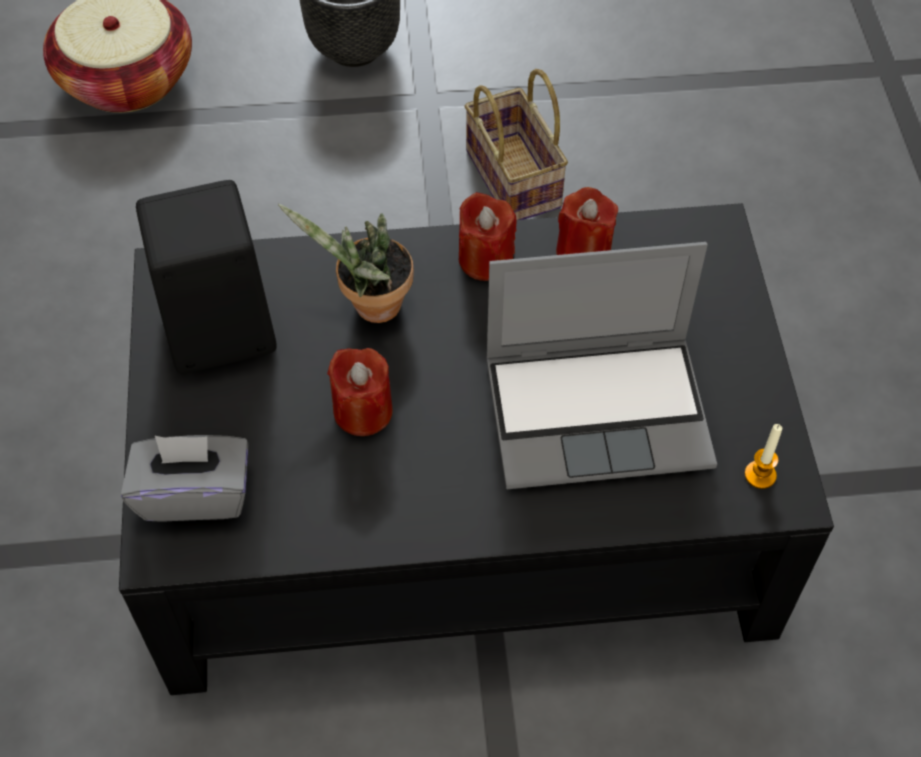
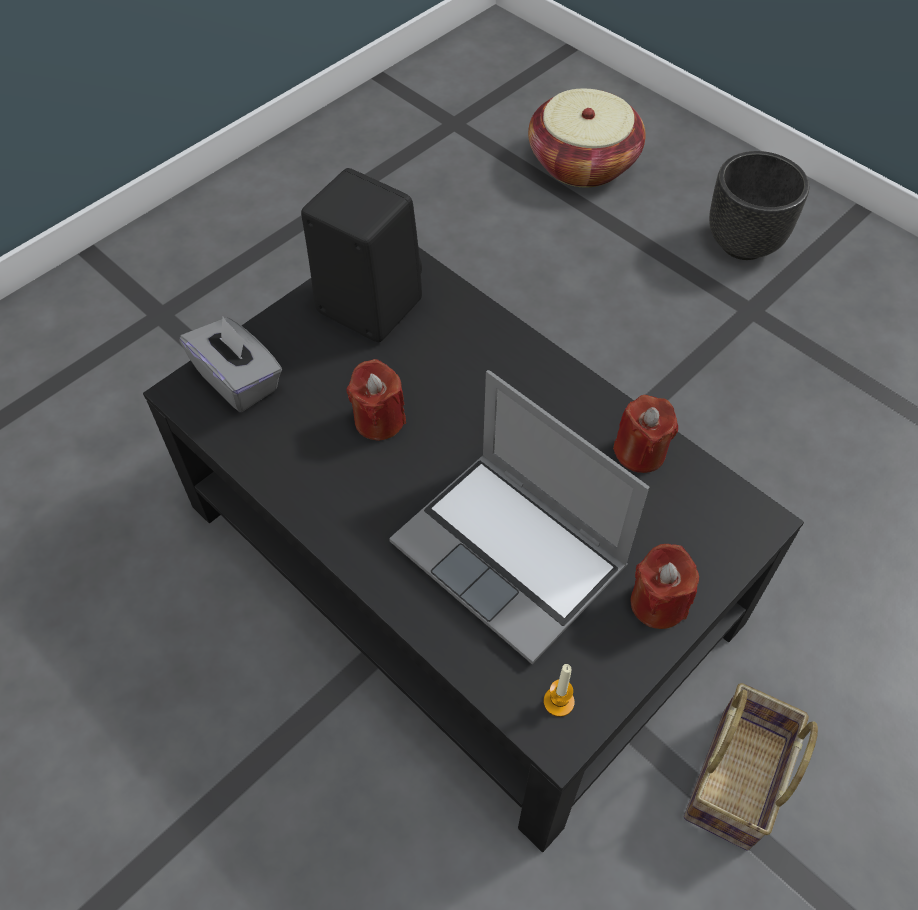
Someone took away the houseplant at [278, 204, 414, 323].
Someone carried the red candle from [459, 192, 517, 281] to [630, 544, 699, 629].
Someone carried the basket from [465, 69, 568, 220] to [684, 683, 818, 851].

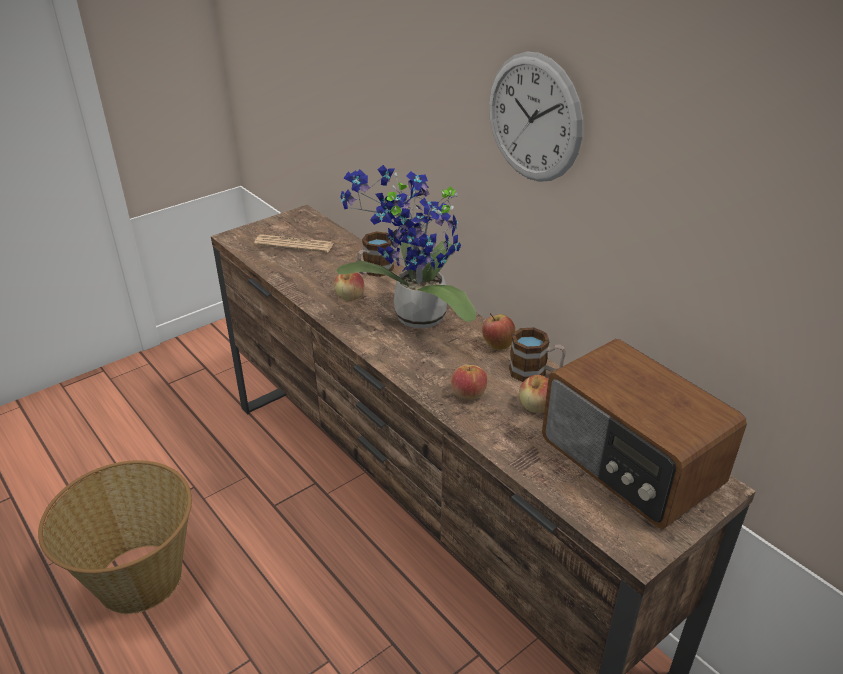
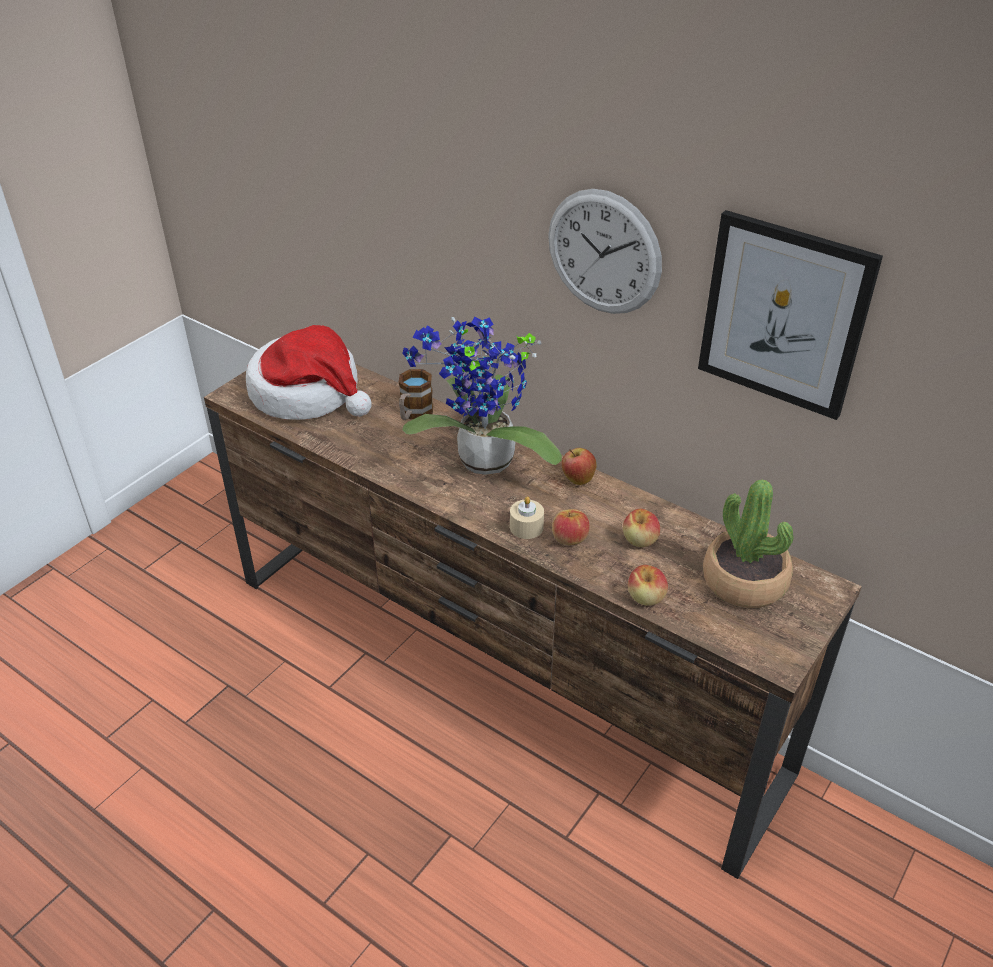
Someone took away the basket at [38, 460, 192, 614].
Someone took away the mug at [509, 328, 566, 382].
Someone put down the sand-coloured candle at [510, 496, 544, 539].
Someone put up the wall picture at [698, 210, 883, 420].
Someone carried the apple from [334, 272, 365, 301] to [628, 565, 668, 606].
Someone swapped the printed paper at [254, 234, 333, 253] for the clothing hat at [246, 325, 372, 420].
Someone swapped the radio at [542, 339, 747, 529] for the houseplant at [703, 479, 794, 608].

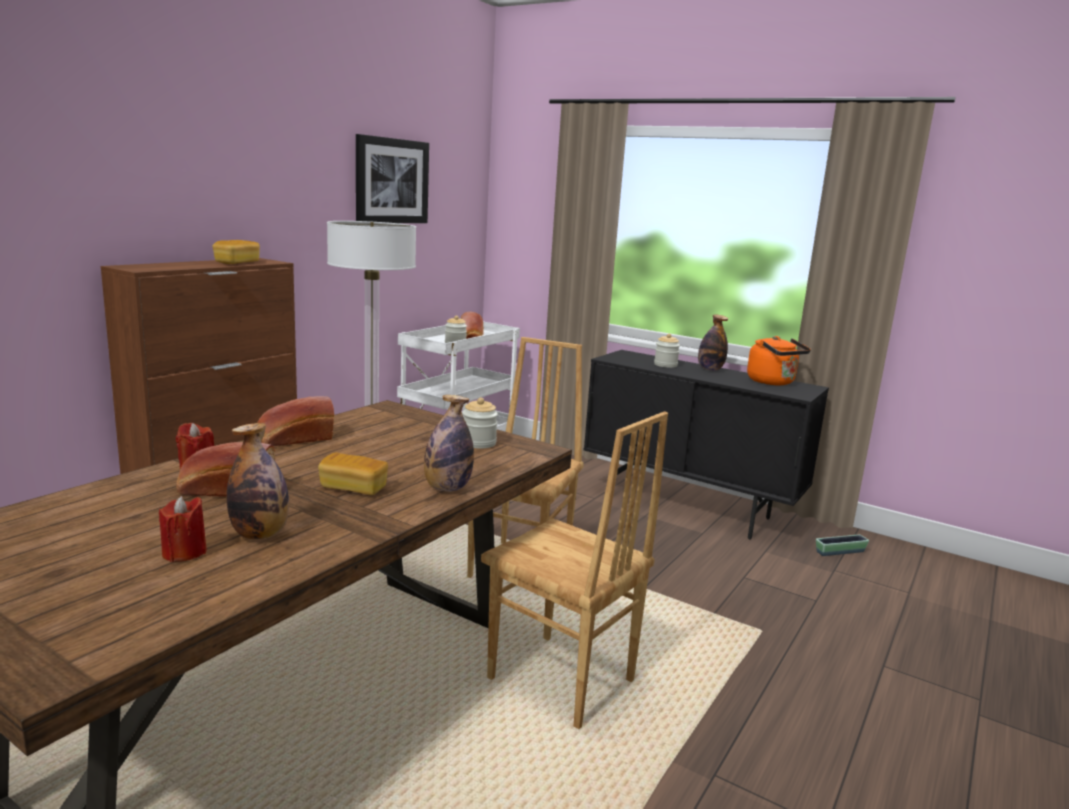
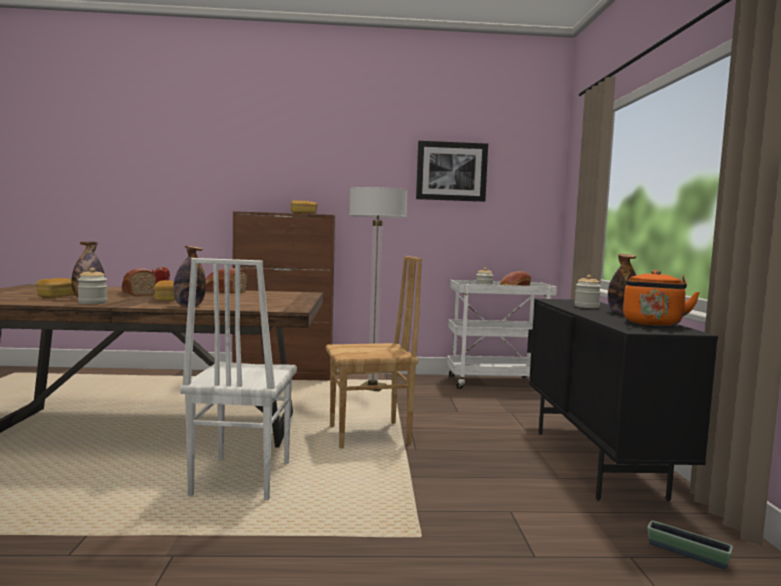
Someone carried the storage jar from [463, 398, 498, 449] to [77, 268, 108, 305].
Someone swapped the red candle at [159, 496, 207, 562] for the bread at [36, 278, 75, 298].
Someone repainted the brown-coloured chair at [481, 411, 668, 729], which became the white-coloured chair at [180, 258, 297, 500].

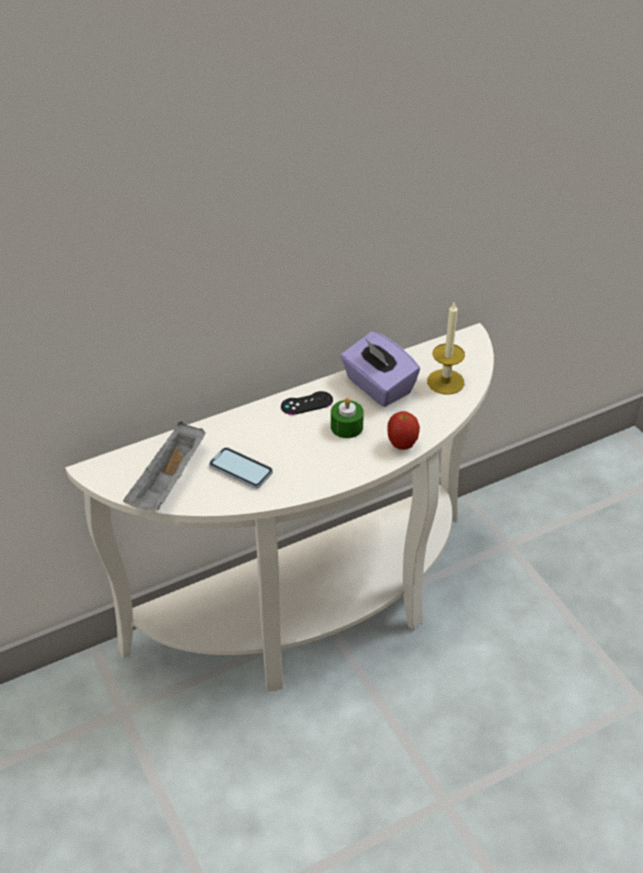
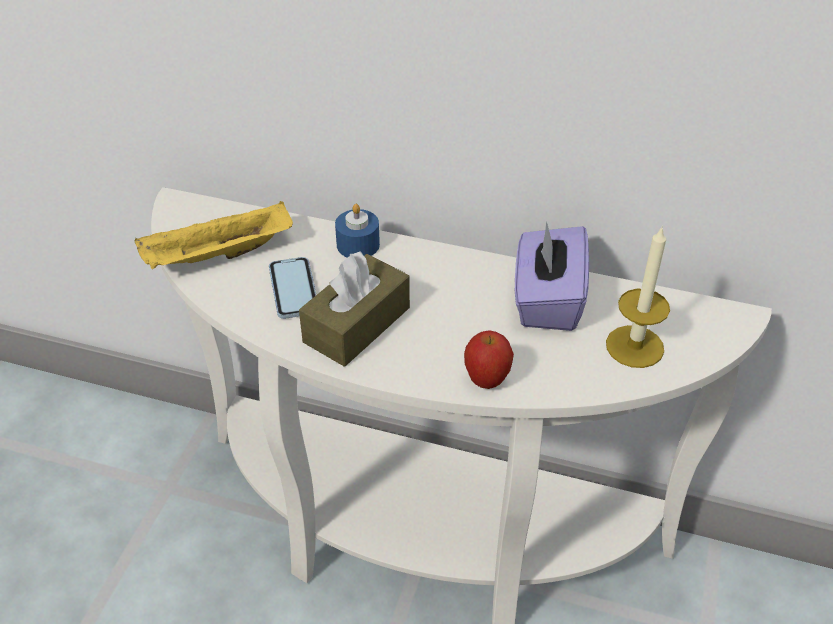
Someone took away the black game controller at [281, 391, 333, 415].
Someone took away the greenish candle at [331, 398, 364, 438].
Someone put down the brown-coloured tissue holder at [299, 252, 410, 367].
Someone put down the bluish candle at [335, 204, 380, 258].
Someone repainted the gray serving tray at [123, 422, 205, 510], which became the yellow serving tray at [135, 201, 293, 269].

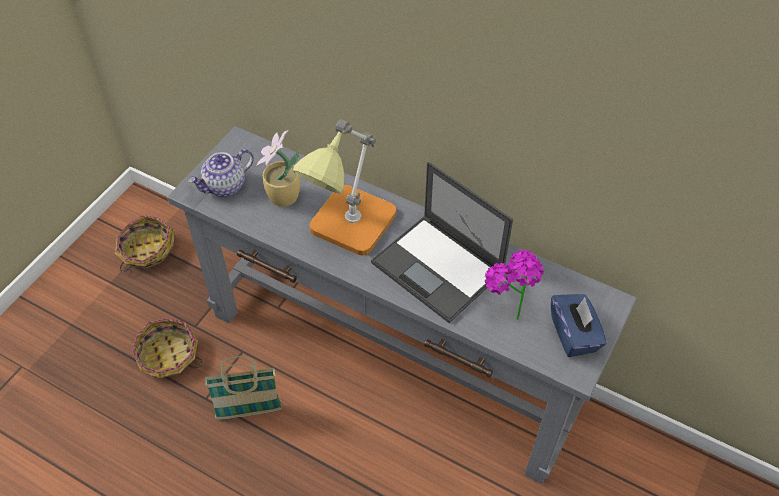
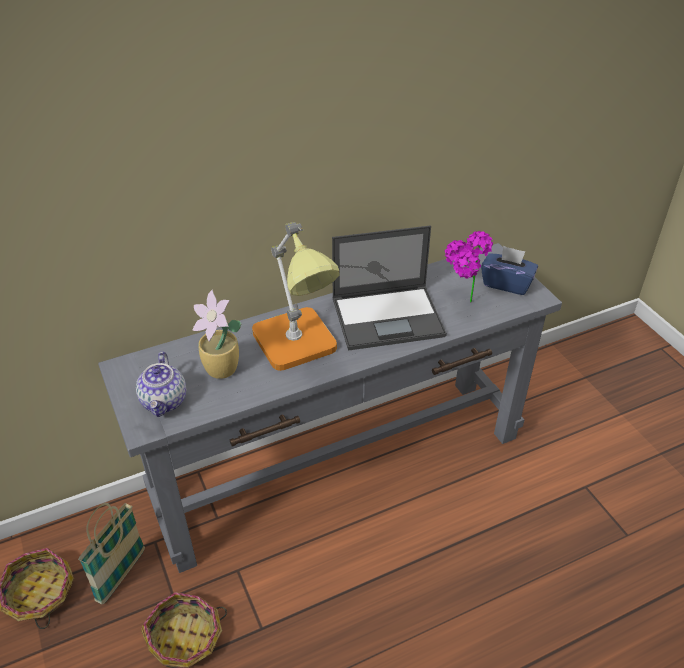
Someone carried the basket from [205, 356, 282, 420] to [78, 503, 145, 604].

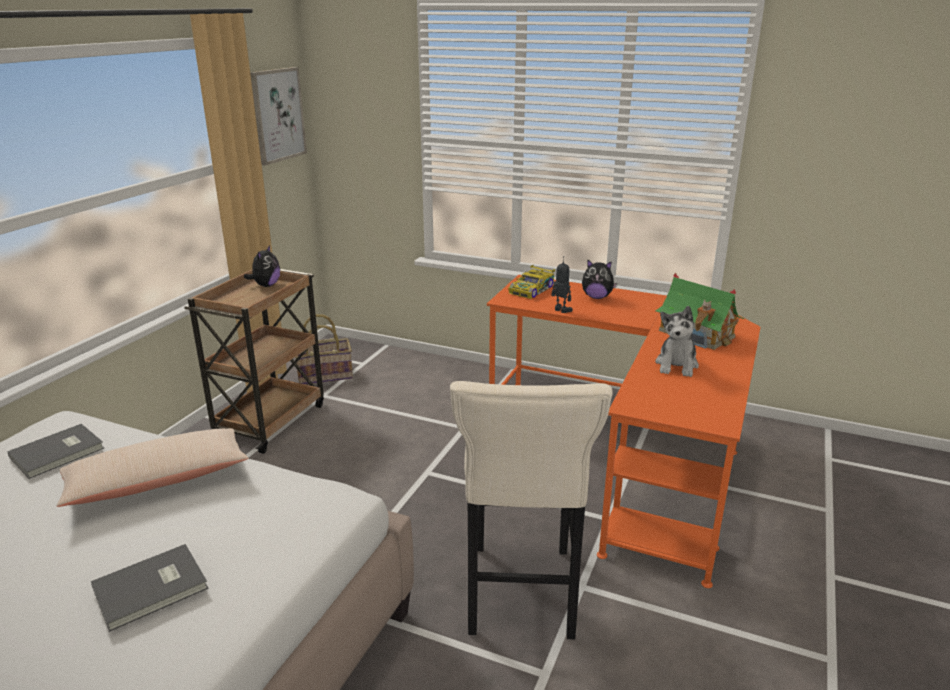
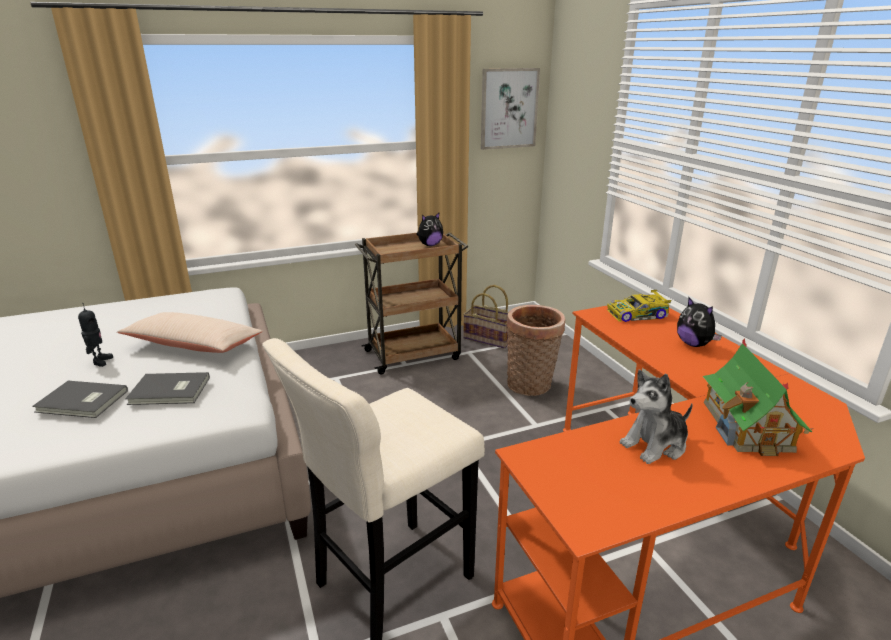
Someone put down the basket at [506, 305, 565, 396].
Someone carried the gray volume from [7, 424, 104, 479] to [125, 372, 210, 405].
Someone carried the robot figure from [551, 256, 573, 313] to [78, 303, 113, 367].

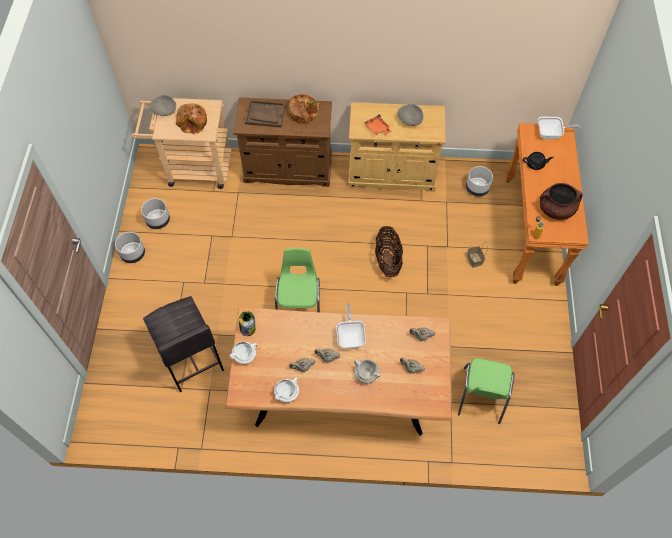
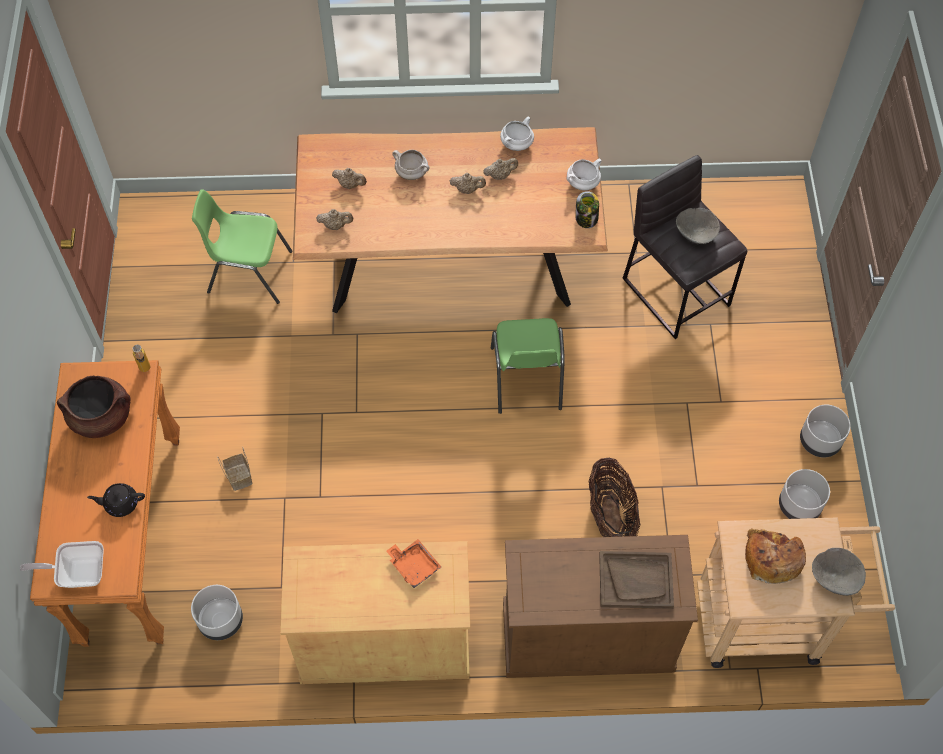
Someone took away the bread at [288, 94, 319, 123].
Someone took away the frying pan at [336, 303, 366, 349].
Someone carried the basket from [375, 226, 403, 277] to [588, 458, 640, 537].
Someone carried the gray deep dish from [397, 104, 424, 126] to [676, 208, 720, 244].
Someone rotated the greenish chair at [458, 358, 515, 424] by 90 degrees counterclockwise.

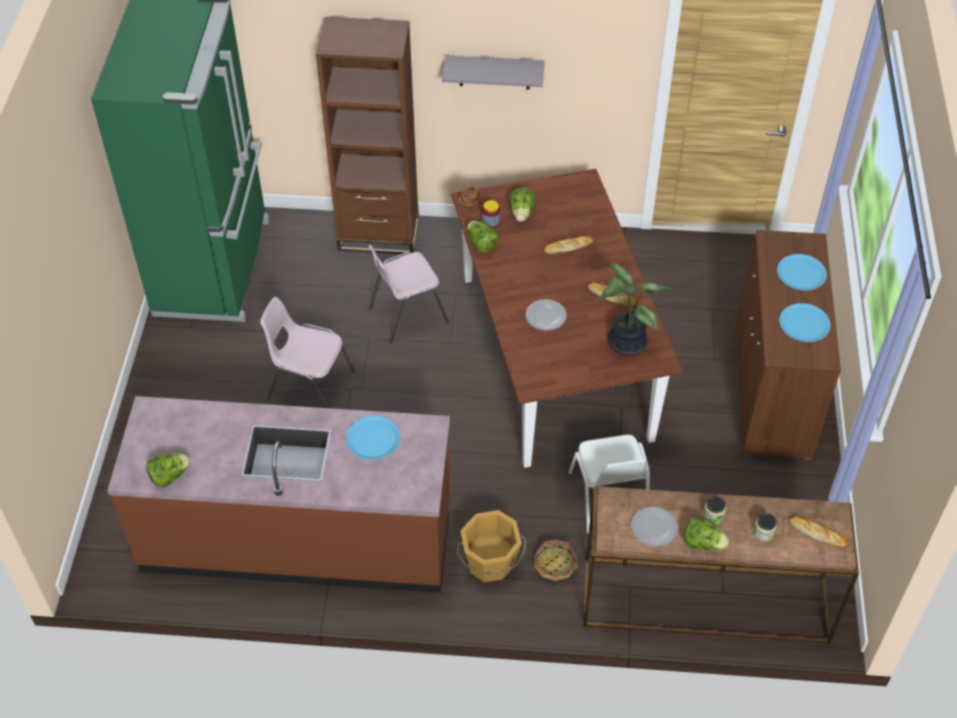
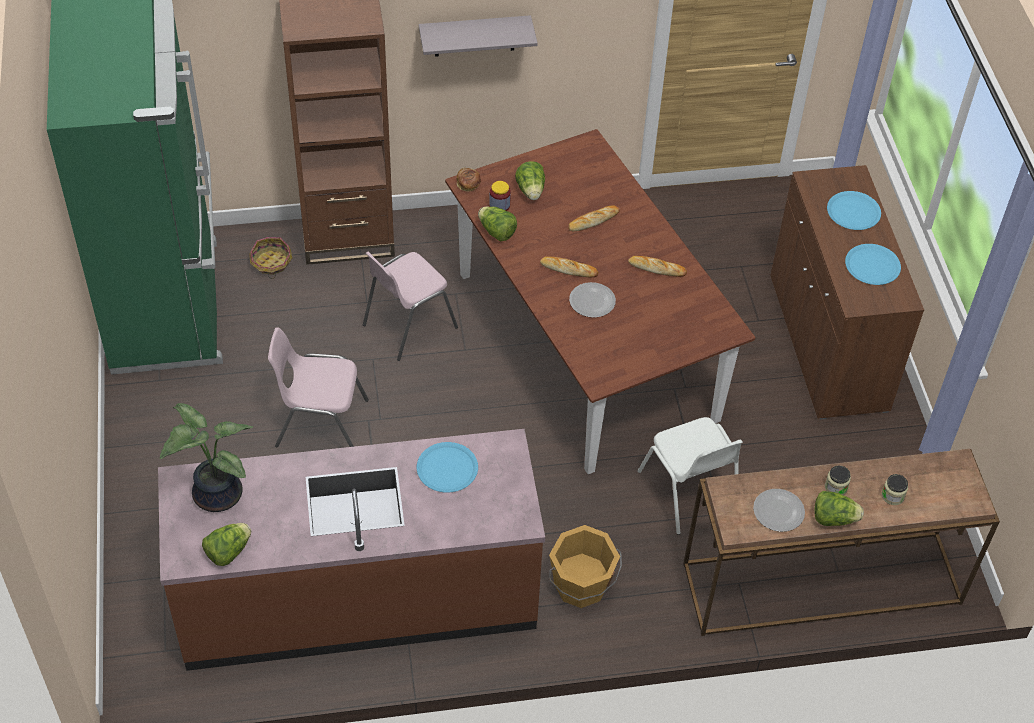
Someone carried the basket from [534, 540, 578, 587] to [249, 237, 293, 279].
Someone carried the houseplant from [600, 263, 671, 356] to [160, 403, 254, 512].
Someone carried the bread from [790, 516, 849, 548] to [540, 257, 598, 277].

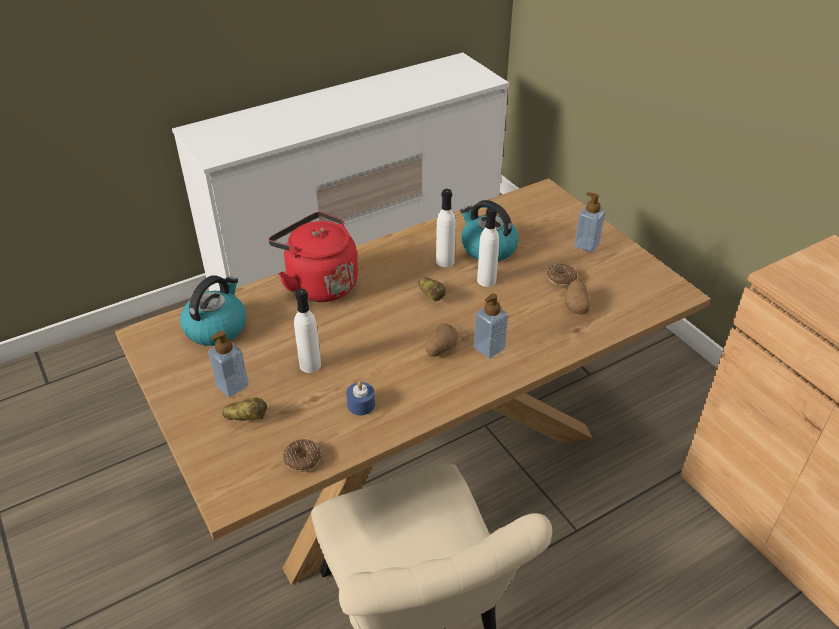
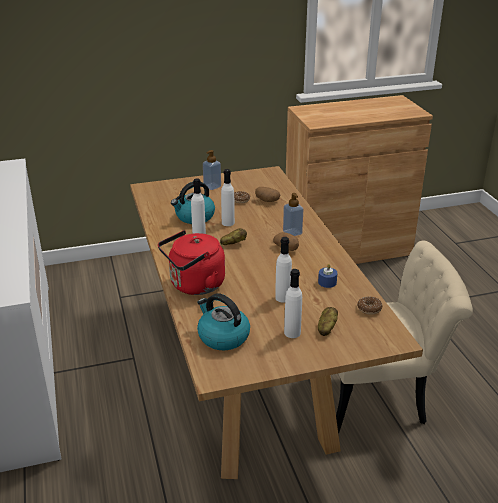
Someone swapped the soap bottle at [208, 331, 249, 397] for the white-coloured beverage bottle at [284, 269, 302, 338].

